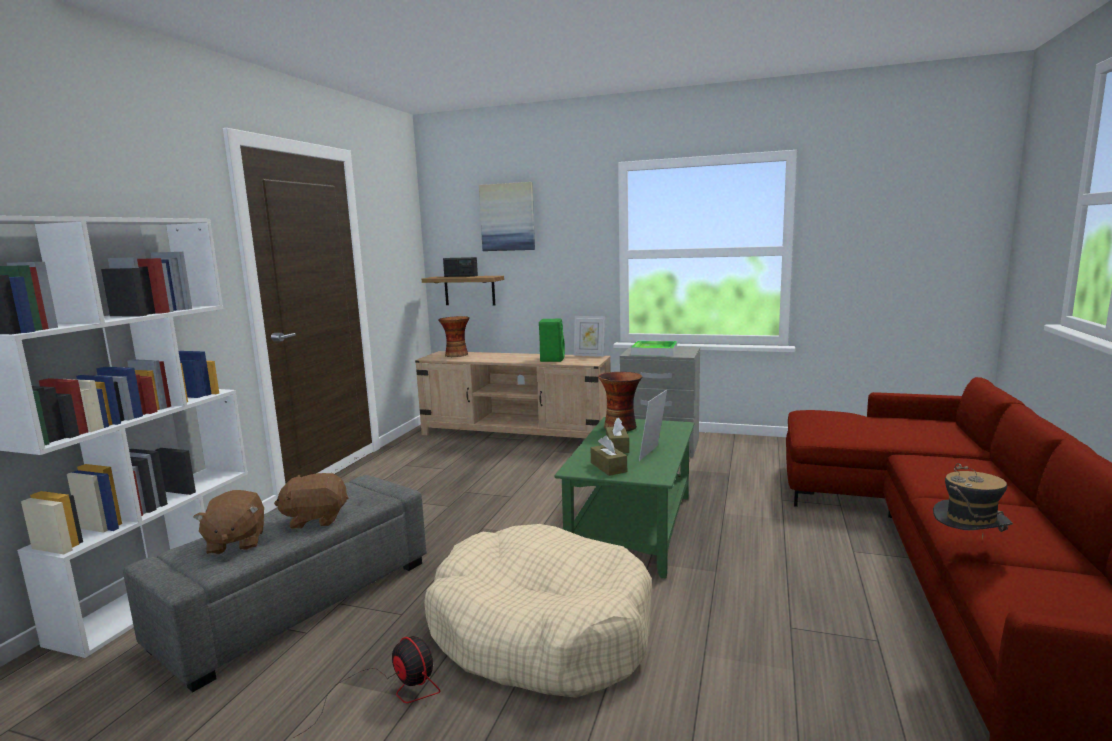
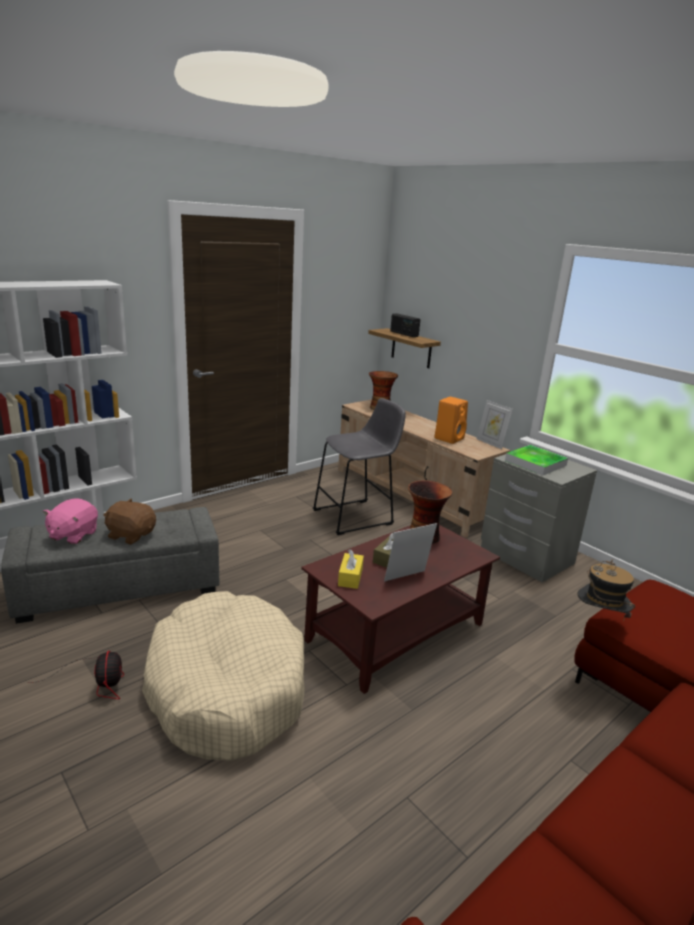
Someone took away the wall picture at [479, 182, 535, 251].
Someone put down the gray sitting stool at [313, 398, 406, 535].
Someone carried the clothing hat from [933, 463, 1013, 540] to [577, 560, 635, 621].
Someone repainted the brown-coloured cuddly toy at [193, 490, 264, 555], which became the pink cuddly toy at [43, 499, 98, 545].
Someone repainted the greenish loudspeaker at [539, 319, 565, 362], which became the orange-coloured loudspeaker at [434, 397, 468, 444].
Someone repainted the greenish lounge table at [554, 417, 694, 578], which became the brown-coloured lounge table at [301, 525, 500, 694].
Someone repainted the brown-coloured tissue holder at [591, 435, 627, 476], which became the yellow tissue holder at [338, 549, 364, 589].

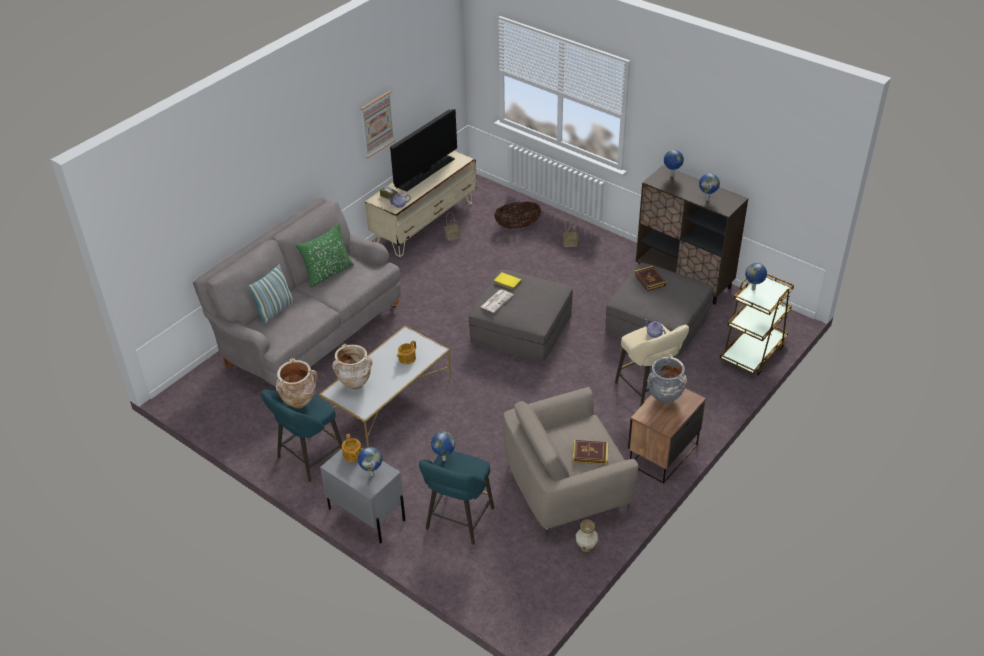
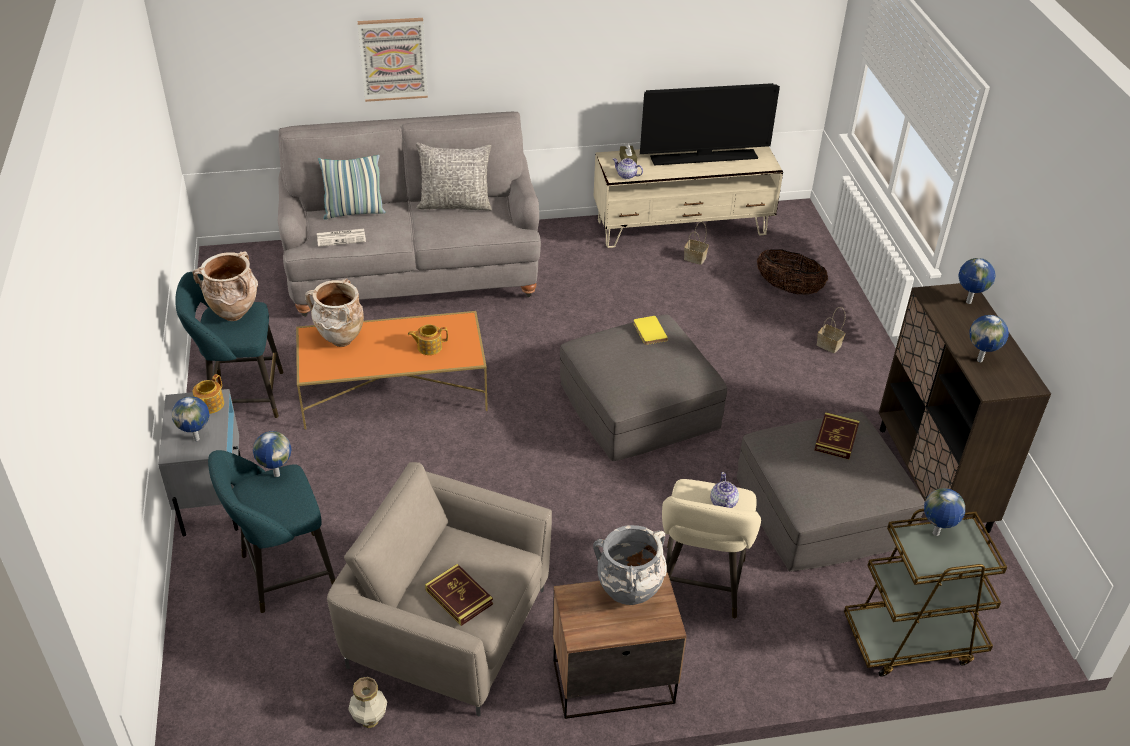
Someone carried the wall picture from [360, 91, 396, 158] to [357, 18, 428, 102].
Someone carried the printed paper from [481, 289, 513, 313] to [317, 229, 366, 247].
Someone repainted the greenish pillow at [295, 223, 354, 288], which became the gray pillow at [416, 143, 492, 211].
Someone repainted the white-coloured lounge table at [319, 326, 451, 447], which became the orange-coloured lounge table at [296, 311, 488, 429].

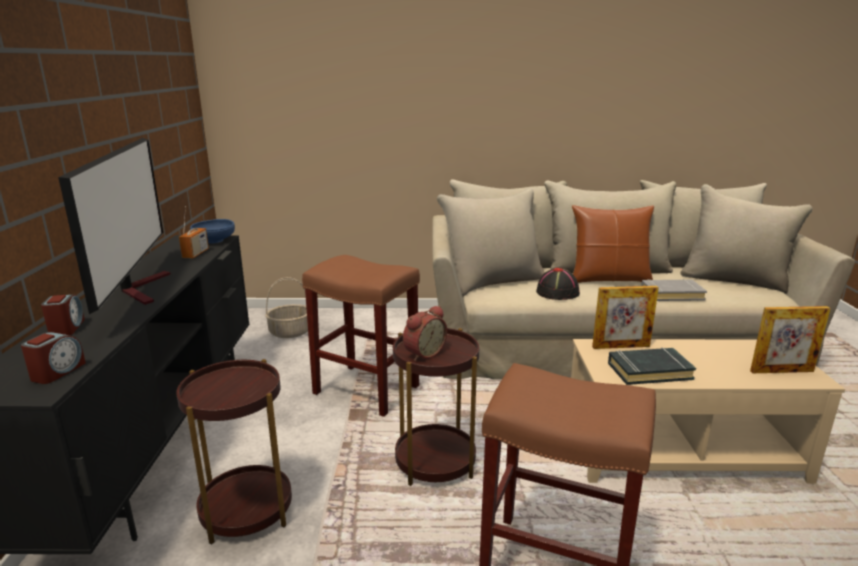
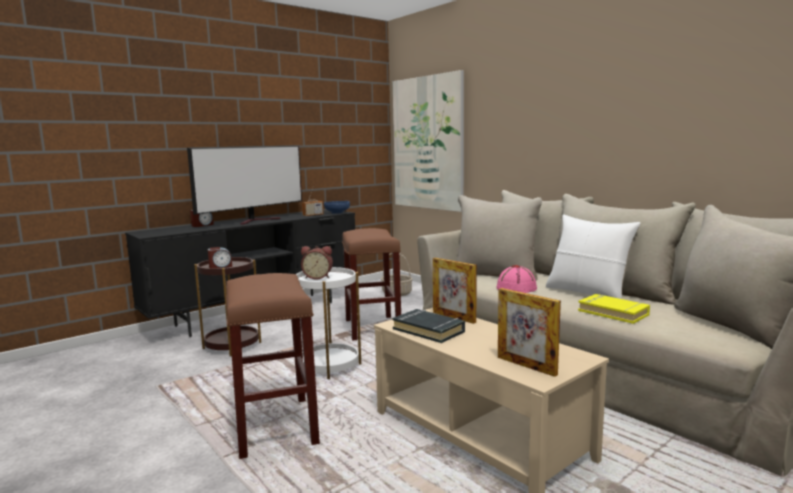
Someone put up the wall picture at [393, 70, 464, 212].
Someone carried the bedside clock from [21, 332, 86, 384] to [208, 247, 232, 268].
Someone repainted the brown-coloured side table at [393, 328, 479, 486], which became the white-coloured side table at [296, 267, 361, 379].
Someone repainted the black clothing hat at [536, 268, 580, 300], which became the pink clothing hat at [497, 265, 537, 293].
Someone repainted the brown-coloured pillow at [572, 205, 654, 283], which became the white-coloured pillow at [546, 215, 640, 299].
Someone repainted the gray volume at [641, 279, 707, 301], which became the yellow volume at [578, 294, 650, 324].

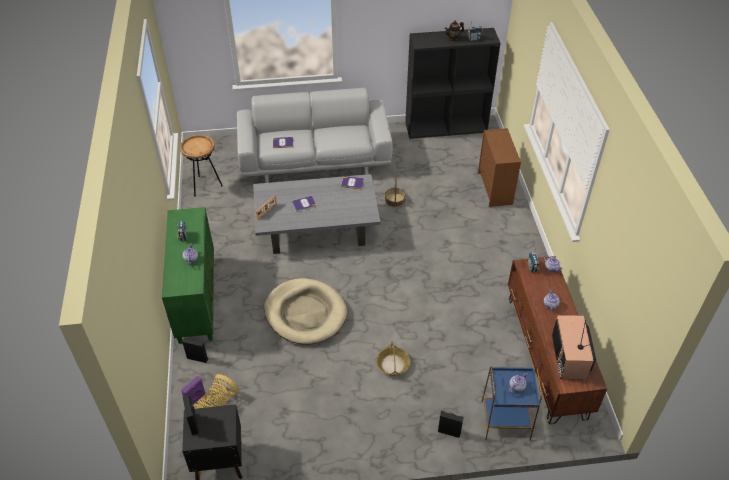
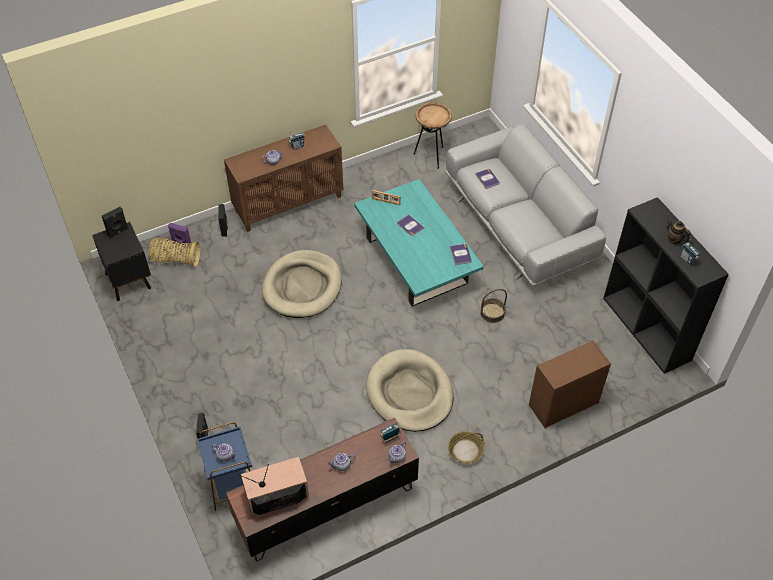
Someone put down the sand-coloured dog cushion at [366, 349, 454, 432].
Someone carried the basket from [376, 341, 410, 376] to [448, 431, 485, 464].
Someone repainted the greenish cupboard at [162, 207, 214, 344], which became the brown-coloured cupboard at [224, 125, 343, 232].
Someone repainted the gray lounge table at [253, 174, 380, 254], which became the turquoise-coloured lounge table at [354, 179, 484, 306].

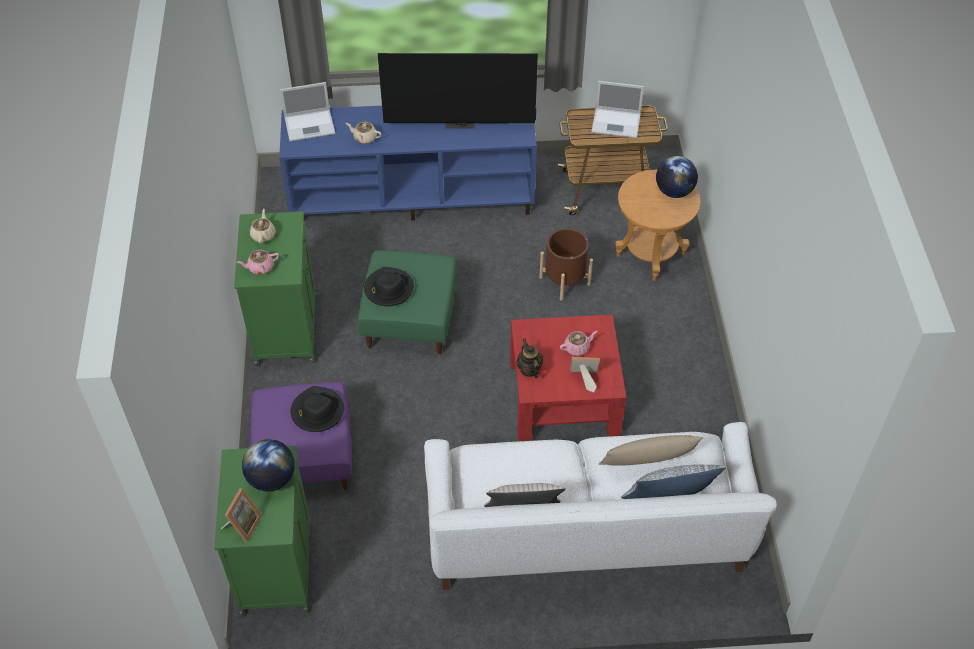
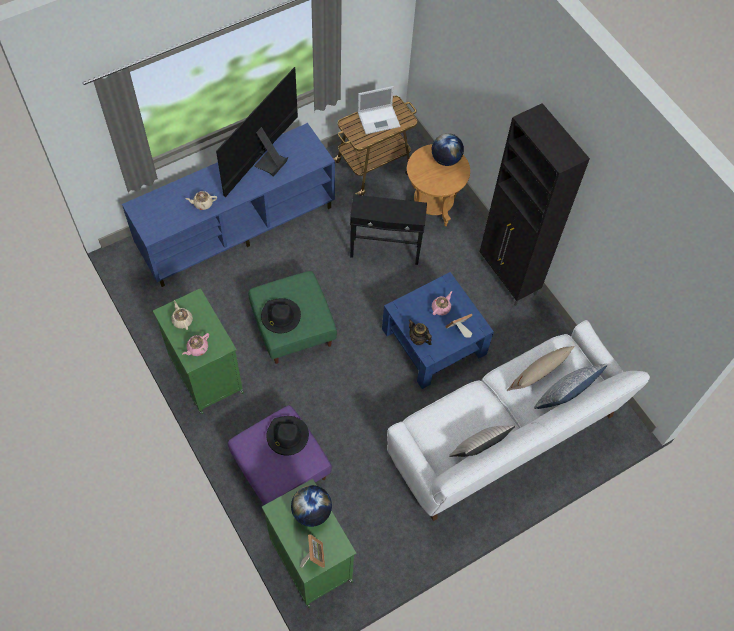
Someone took away the portable computer at [280, 82, 335, 142].
Someone put down the black cupboard at [480, 103, 590, 306].
Someone swapped the brown-coloured plant pot at [539, 228, 593, 301] for the black side table at [350, 195, 427, 265].
Someone repainted the red lounge table at [510, 315, 626, 441], which became the bluish lounge table at [382, 272, 494, 389].
Someone rotated the TV at [378, 53, 538, 129] by 150 degrees clockwise.

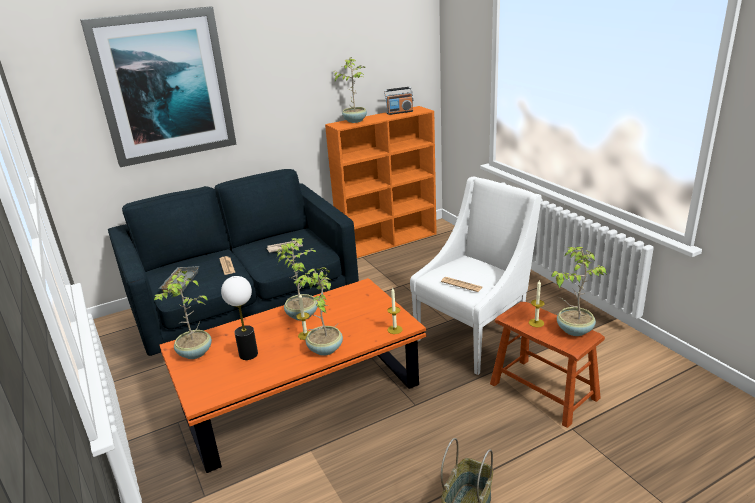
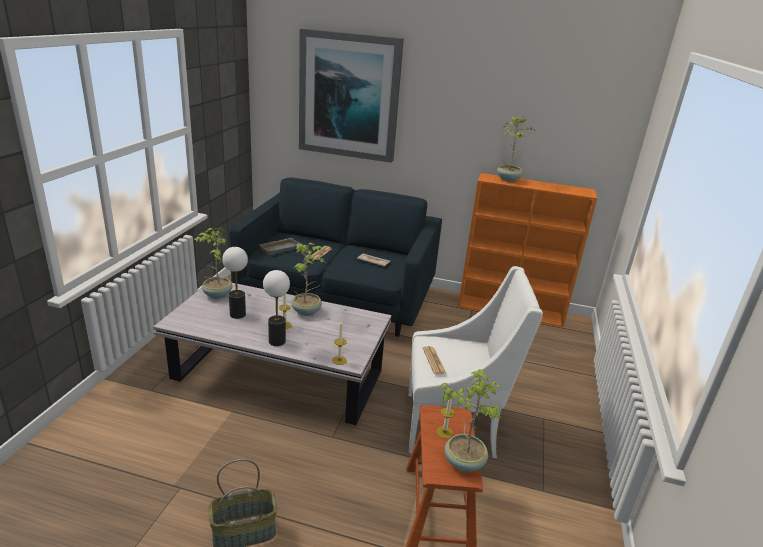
Someone took away the radio at [384, 86, 413, 115].
Someone swapped the houseplant at [294, 267, 343, 356] for the lamp for a table at [263, 270, 290, 346].
Someone repainted the orange-coloured lounge table at [159, 278, 426, 473], which became the white-coloured lounge table at [153, 283, 391, 425].

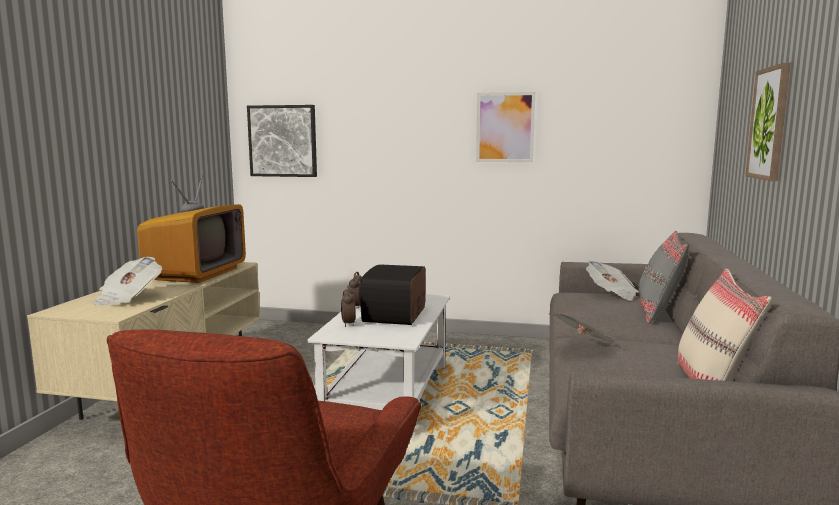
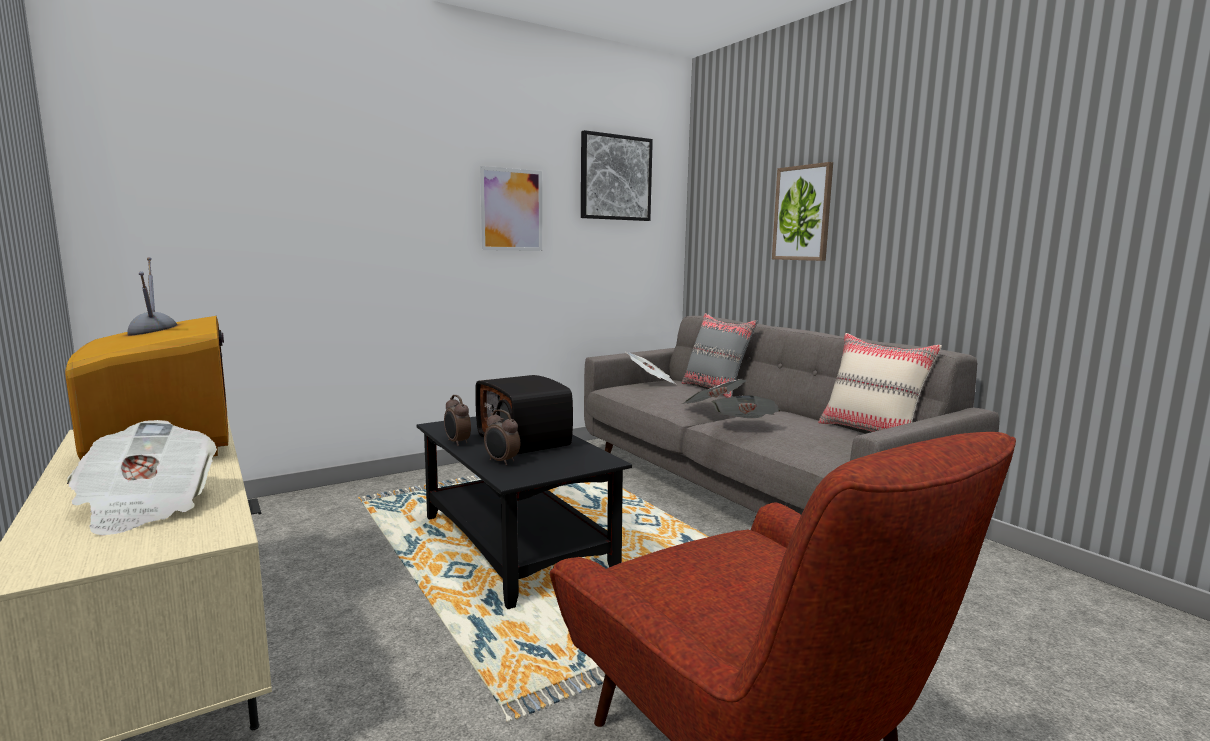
Someone put down the printed paper at [682, 379, 746, 404].
Someone carried the wall picture from [247, 105, 317, 177] to [581, 130, 653, 221].
Someone repainted the white-coloured lounge table at [307, 294, 450, 437], which became the black lounge table at [417, 416, 632, 609].

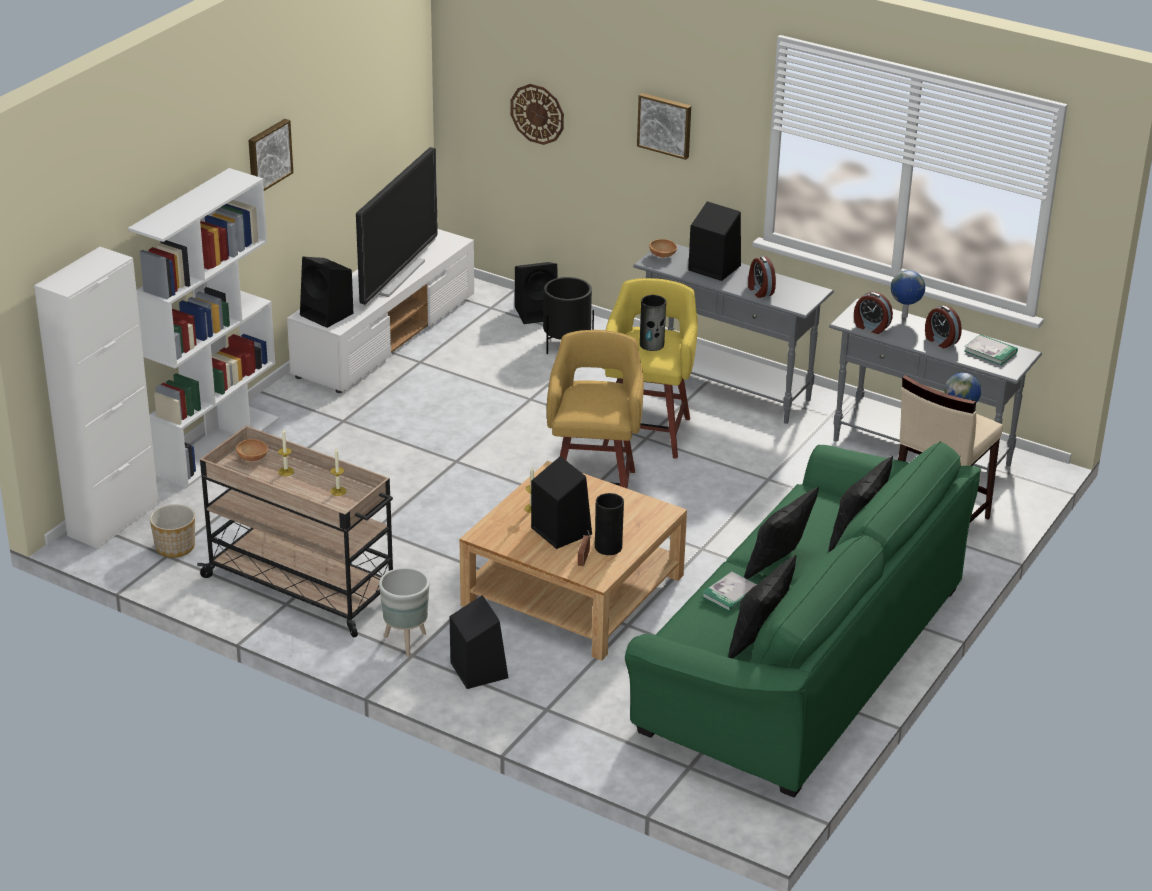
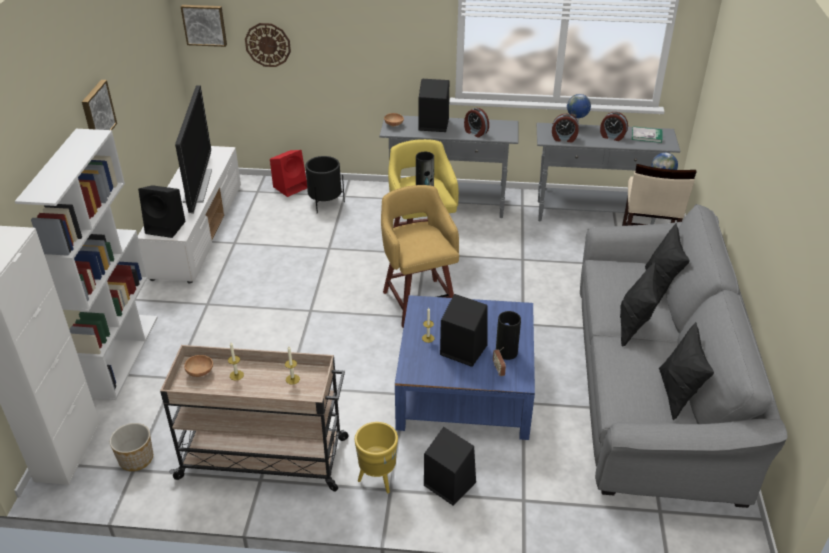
Someone took away the volume at [702, 572, 757, 612].
Someone carried the wall picture from [637, 93, 691, 160] to [180, 5, 227, 47].
Someone repainted the gray plant pot at [379, 568, 430, 657], which became the yellow plant pot at [355, 422, 398, 493].
Someone repainted the sand-coloured lounge table at [459, 461, 687, 661], which became the bluish lounge table at [395, 295, 535, 440].
Someone repainted the black loudspeaker at [515, 262, 558, 324], which became the red loudspeaker at [270, 150, 307, 197].
Someone repainted the greenish settee at [625, 441, 981, 797], which became the gray settee at [580, 204, 788, 508].

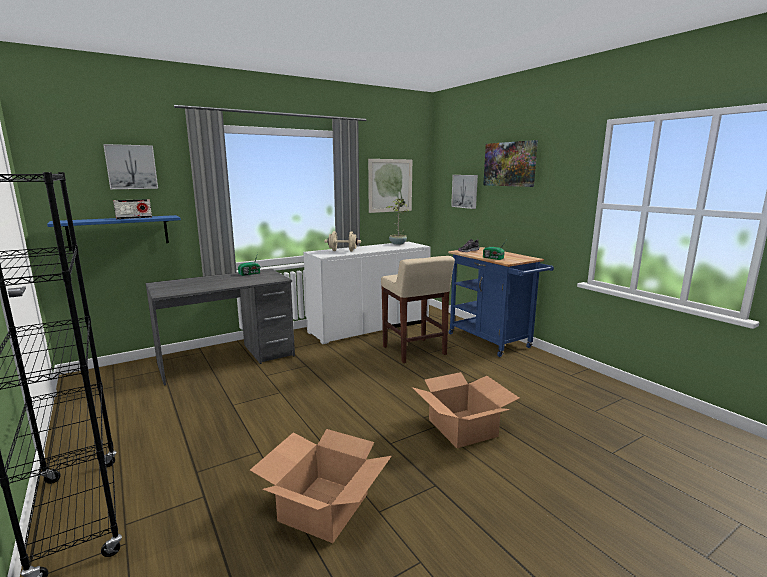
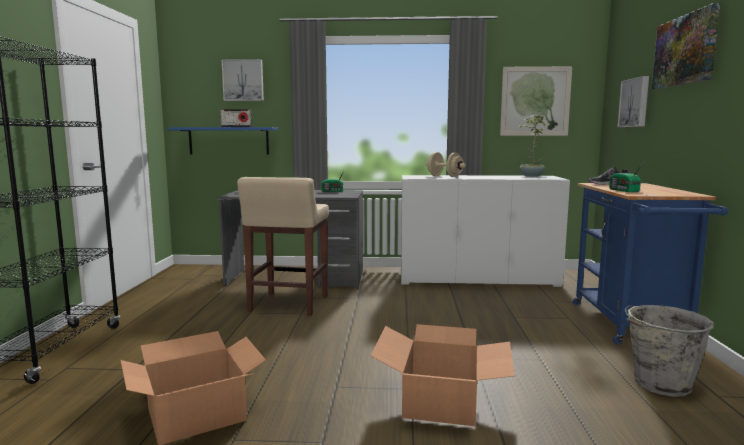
Someone put down the gray bucket at [625, 305, 714, 397].
Someone carried the sand-coloured sitting stool from [381, 256, 455, 363] to [237, 177, 329, 316].

